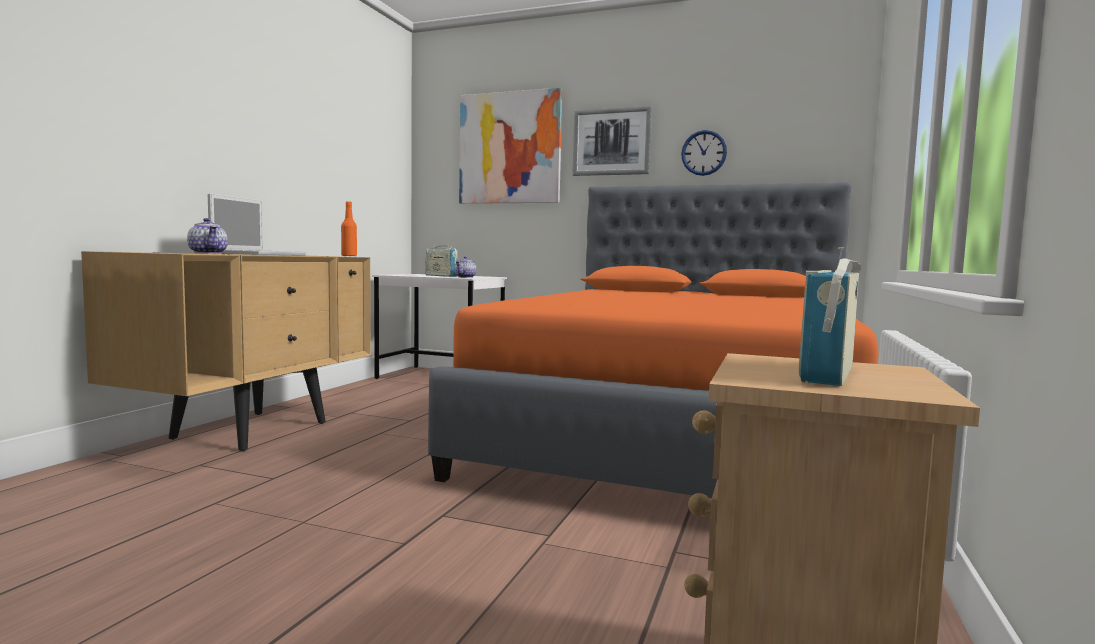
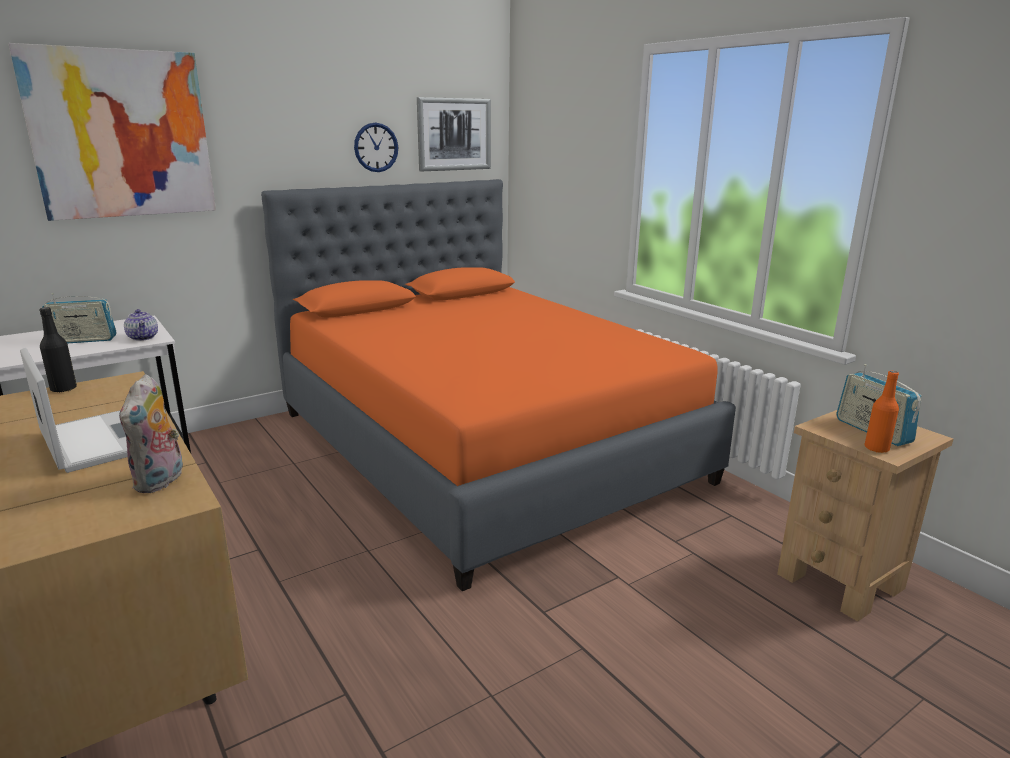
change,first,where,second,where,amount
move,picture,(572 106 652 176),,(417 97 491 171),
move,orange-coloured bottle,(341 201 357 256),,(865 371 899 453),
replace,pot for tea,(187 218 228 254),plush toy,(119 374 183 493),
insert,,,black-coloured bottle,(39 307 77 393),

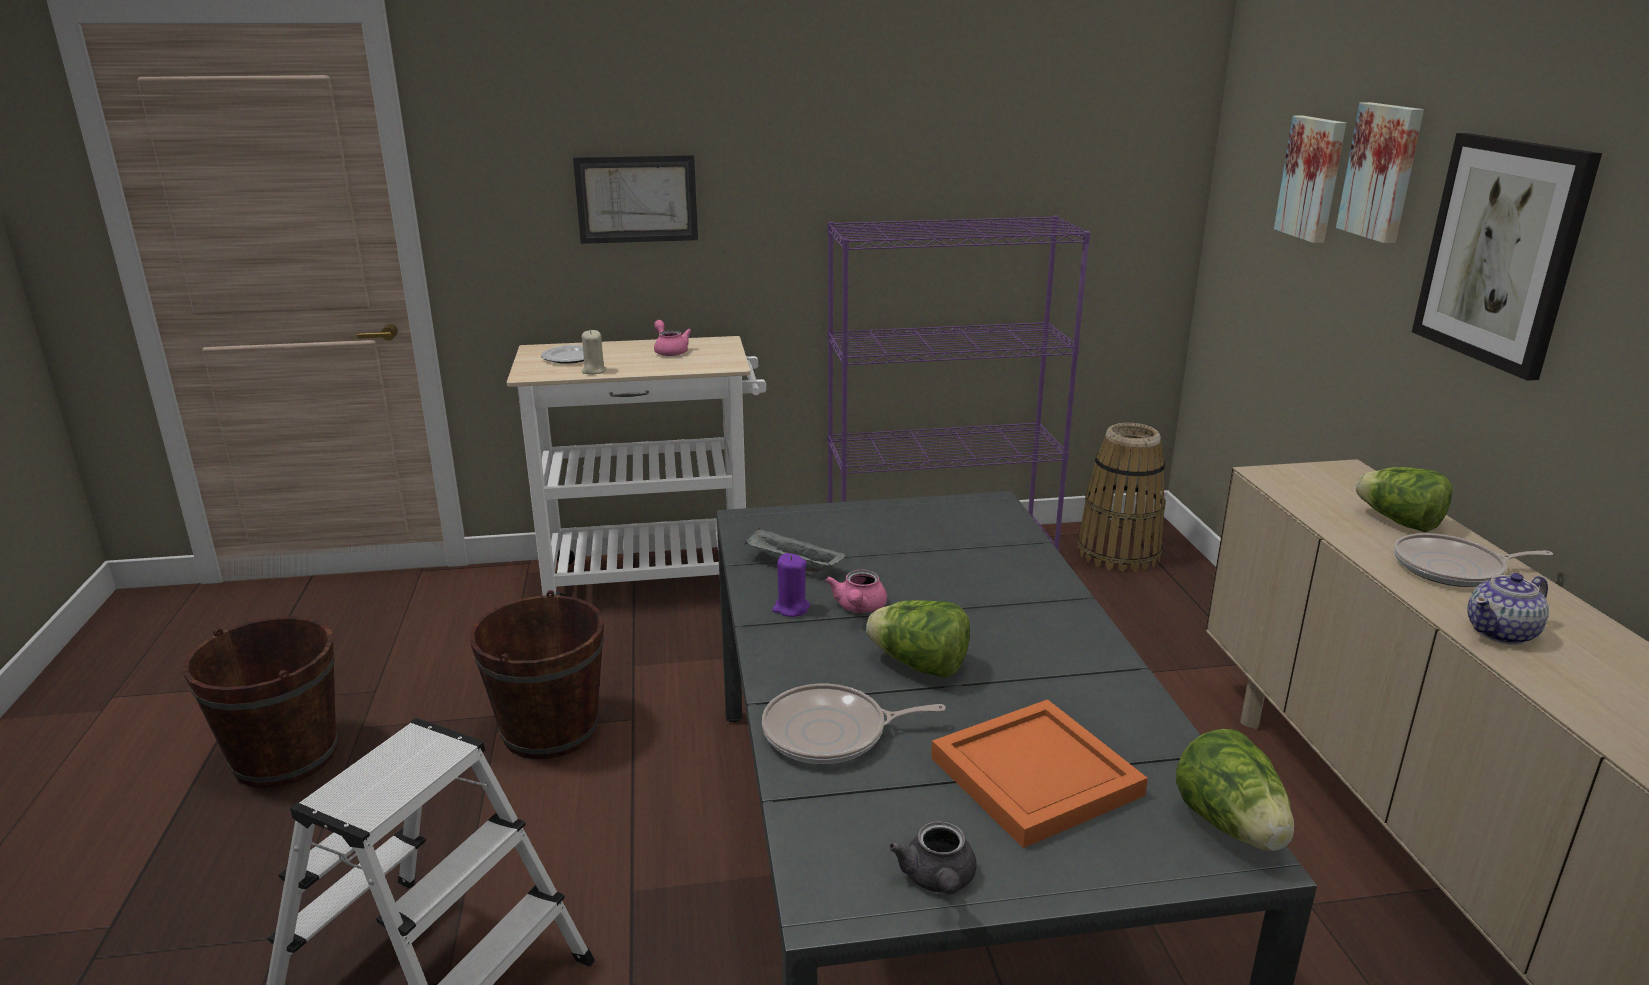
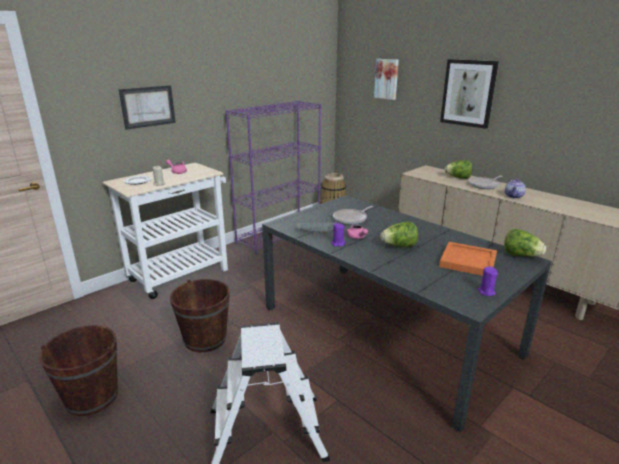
change,first,where,second,where,amount
delete,picture,(1336 102 1424 243),,,
move,pan,(762 684 946 764),,(333 206 373 225),
replace,greyish pot for tea,(889 821 976 895),purple candle,(477 266 498 296),

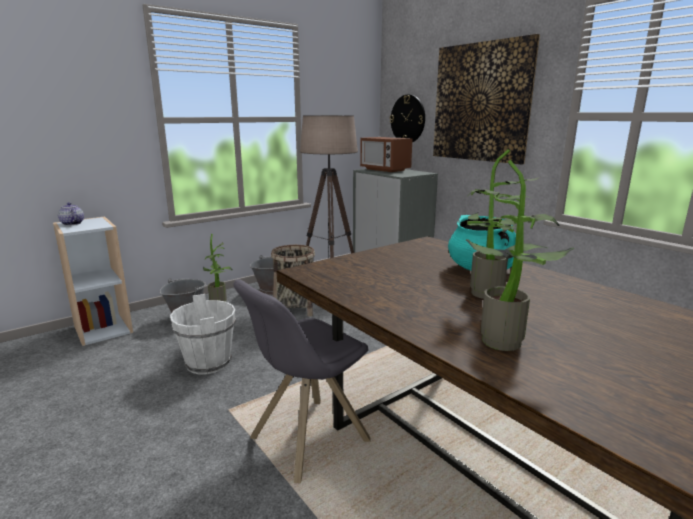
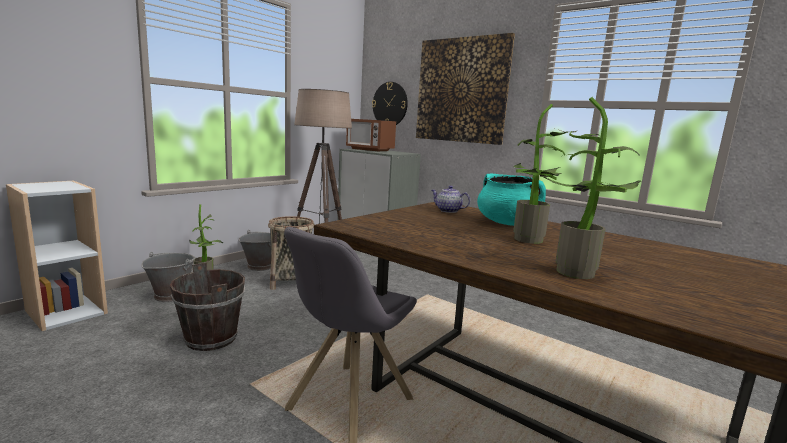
change,first,where,second,where,amount
move,pot for tea,(58 202 84 226),,(431 186 470 213),
recolor,white bucket,(170 294 236 374),brownish bucket,(170 263 245 351),

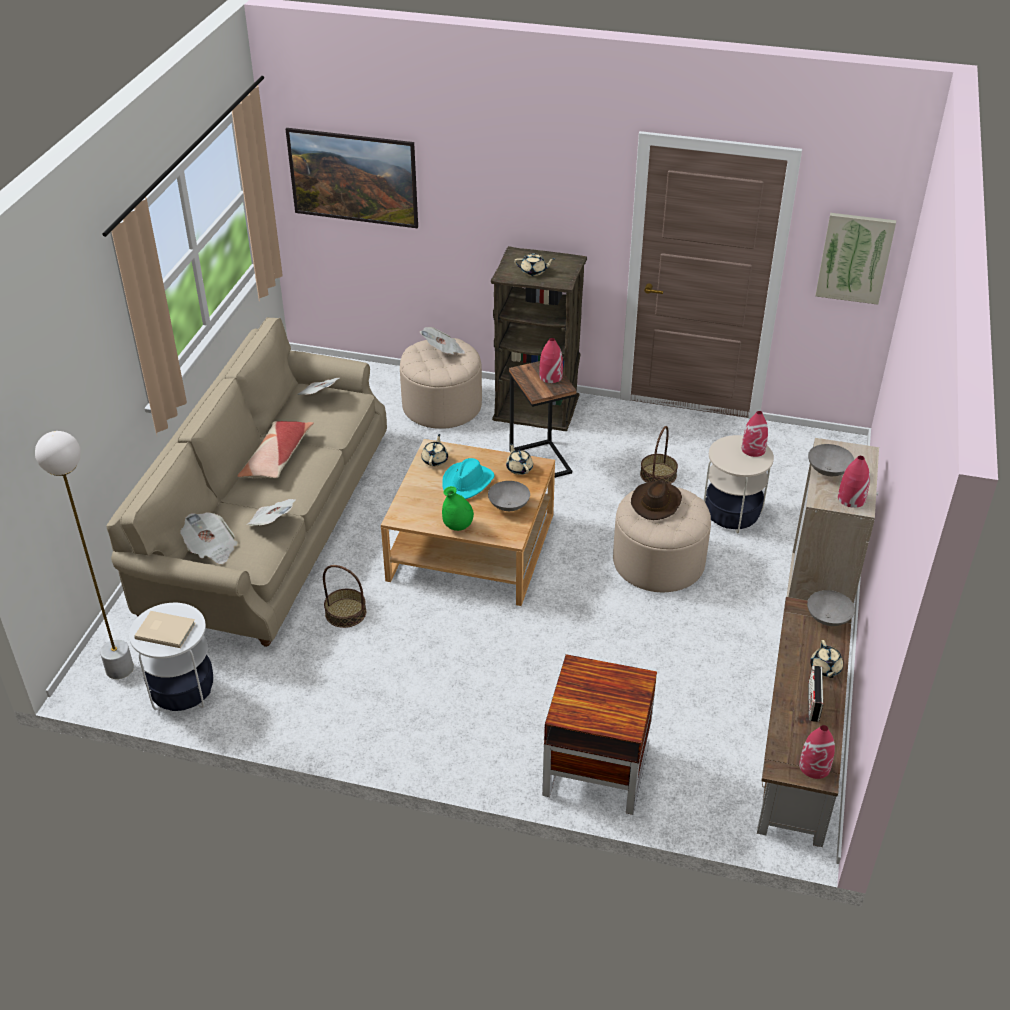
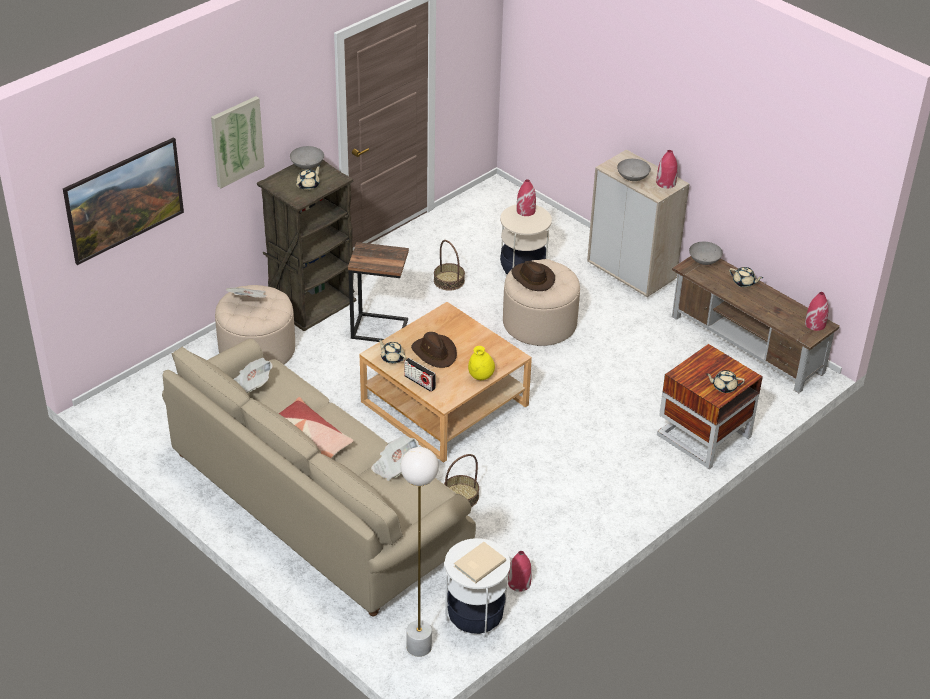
change,first,where,second,where,amount
move,picture,(815 213 896 305),,(211 96 264 188),
move,reddish decorative vase,(539 338 563 383),,(508 551 532 592),
move,sand-coloured pot for tea,(506 443 533 475),,(706 370 745 393),
recolor,blue-green wearable hat,(442 458 494 499),brownish wearable hat,(411 332 457 368),
move,greyish deep dish,(488 481 530 511),,(290 146 324 169),
recolor,green-coloured decorative vase,(442 486 474 531),yellow decorative vase,(468 346 495 380),
delete,newspaper,(180 512 238 564),,,
move,radio receiver,(808 666 823 722),,(404 358 436 392),

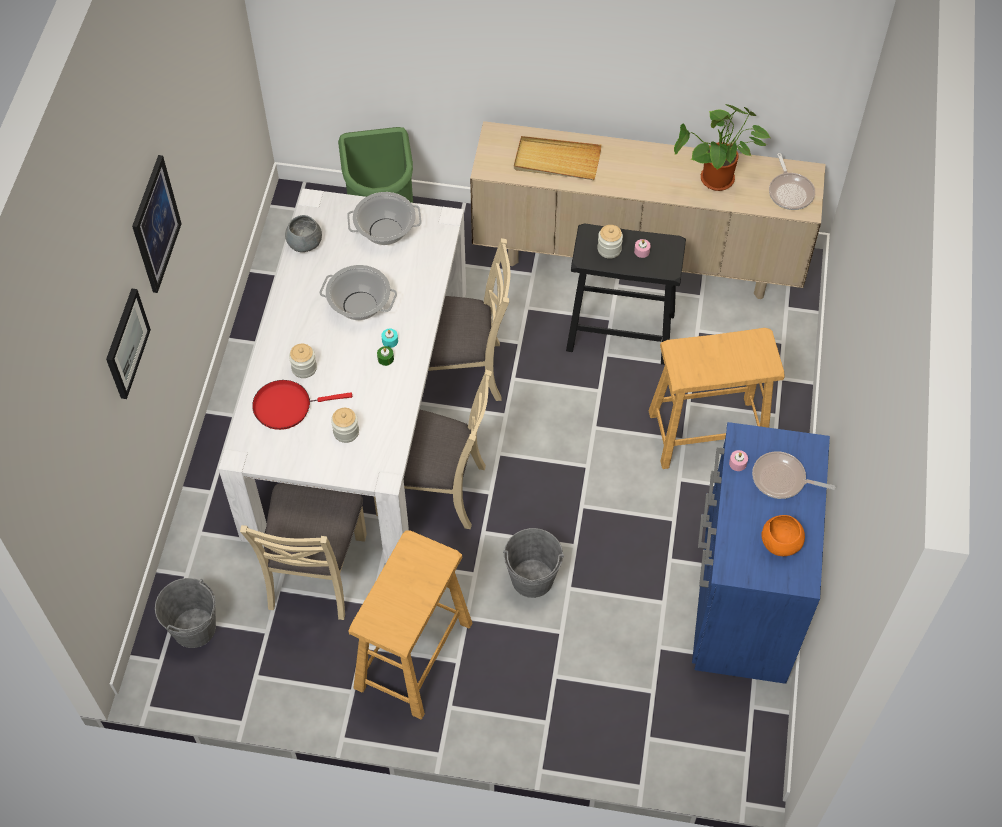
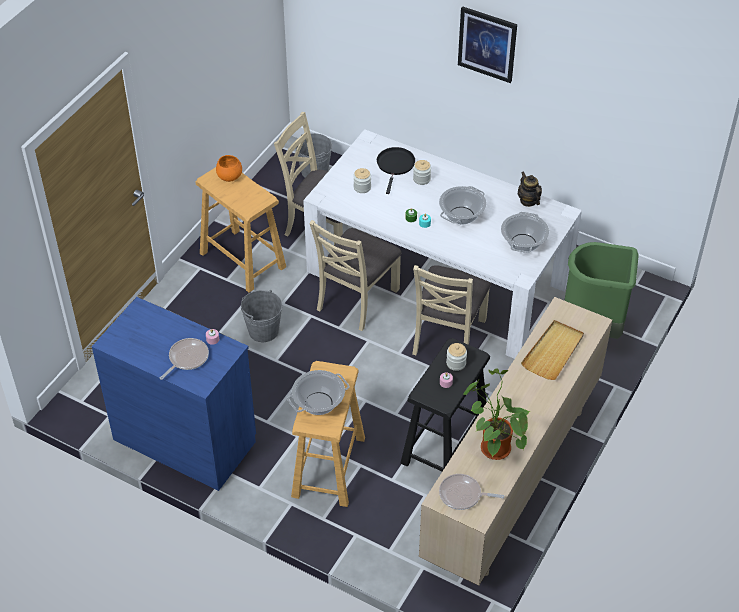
change,first,where,second,where,amount
replace,greyish deep dish,(285 215 322 252),pot for tea,(518 171 542 207),
delete,picture,(106 288 151 399),,,
recolor,reddish pan,(252 380 352 430),black-coloured pan,(377 147 415 194),
move,orange-coloured deep dish,(761 515 805 556),,(216 155 242 182),
insert,,,stockpot,(287 370 349 415),

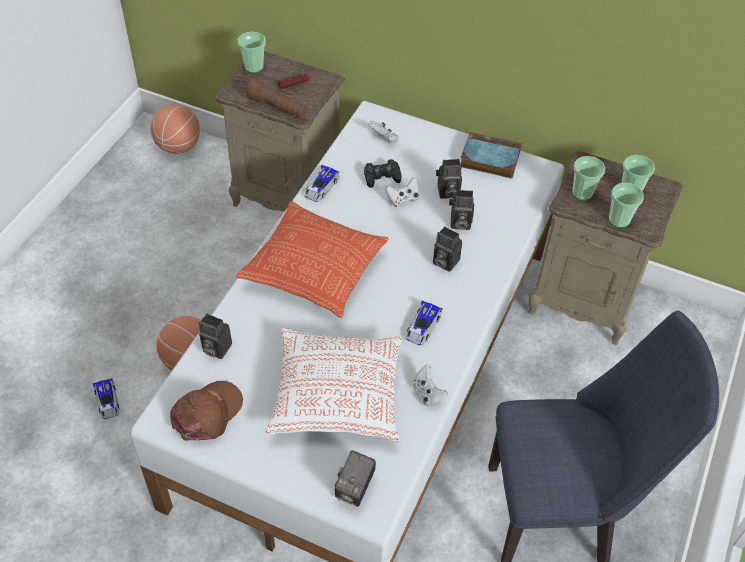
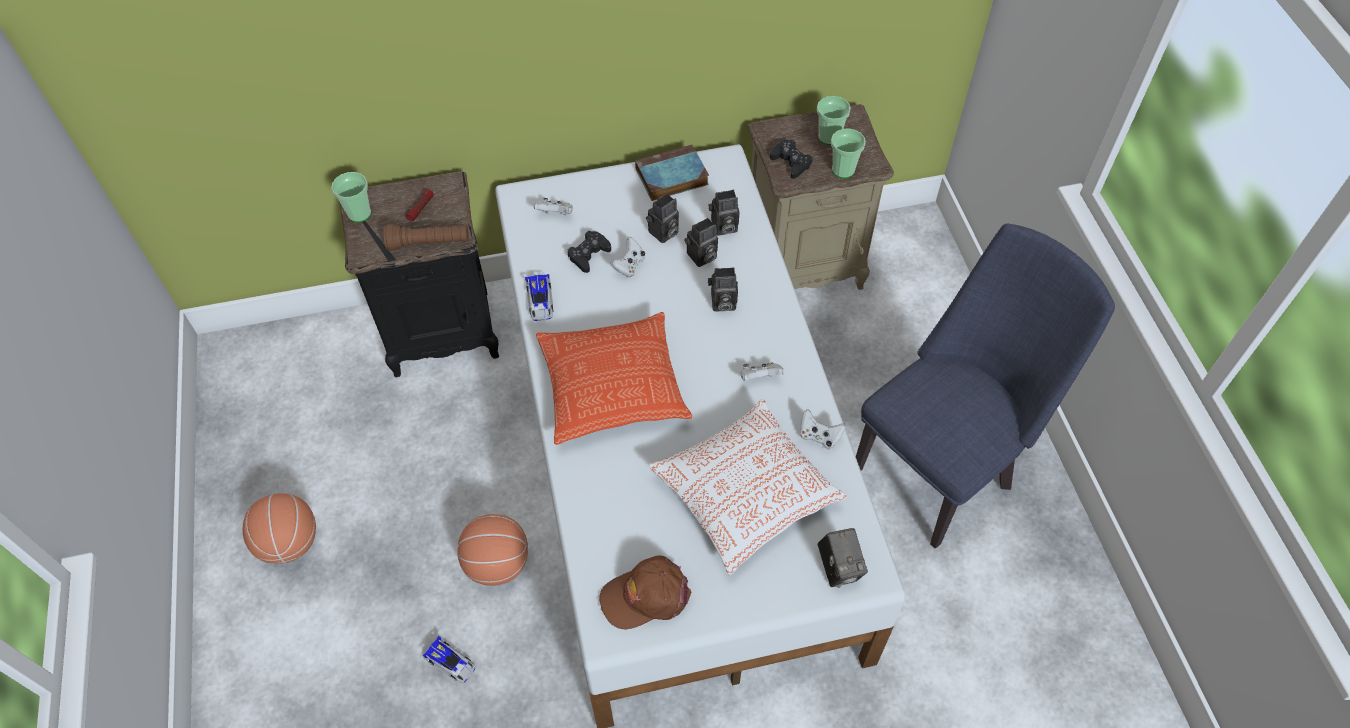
change,first,where,second,where,amount
recolor,sand-coloured nightstand,(215 51 345 212),black-coloured nightstand,(340 171 499 377),
move,basketball,(151 105 200 154),,(242 493 316 564),
replace,cup,(572 156 605 201),black-coloured game controller,(770 140 813 179),
replace,miniature car,(405 300 443 346),white game controller,(741 362 784 381),
move,photo camera,(199 314 232 359),,(708 190 739 236),
rotate,brownish cap,(170 381 243 441),,(599 556 692 629),105 degrees counterclockwise

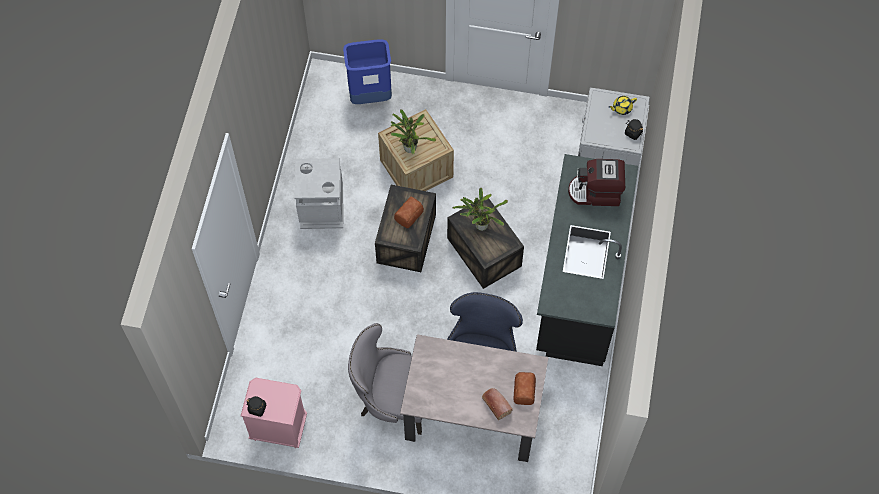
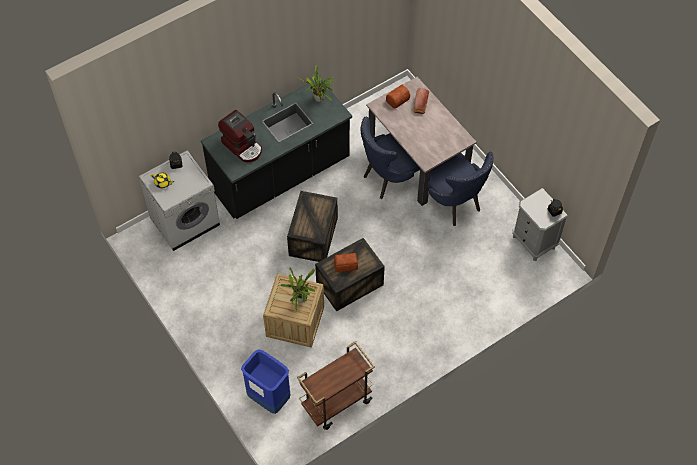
change,first,where,second,where,amount
delete,greyish trash can,(294 158 344 229),,,
move,potted plant,(453 188 508 231),,(297 65 334 102),
recolor,greyish chair,(348 323 422 435),blue-coloured chair,(427 152 493 226),
recolor,pink-coloured nightstand,(241 378 307 448),greyish nightstand,(512 188 568 261),
insert,,,brownish cart,(297 341 375 430),

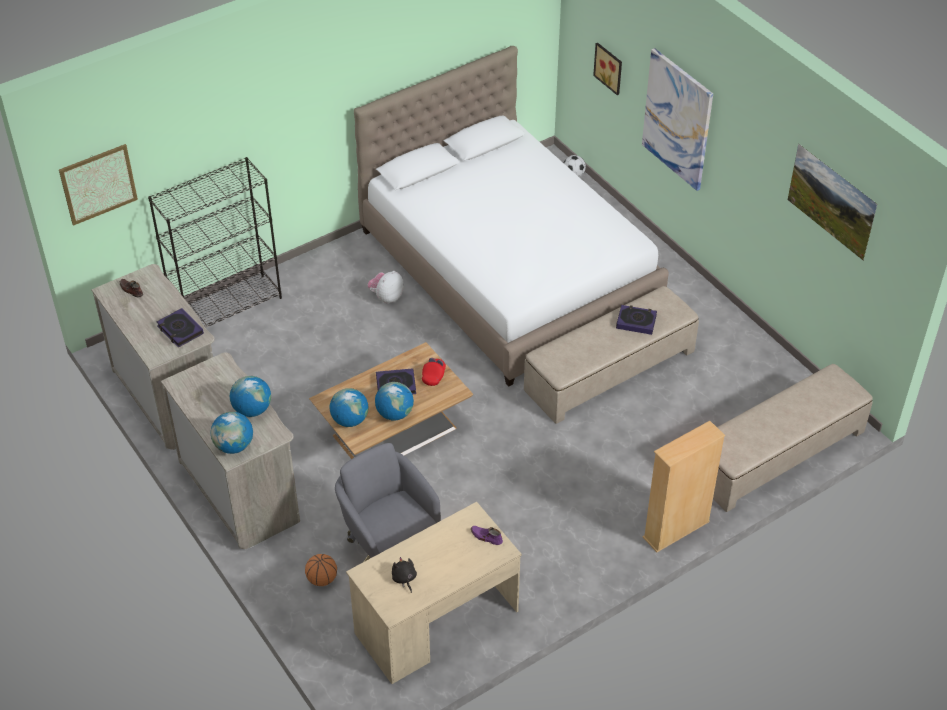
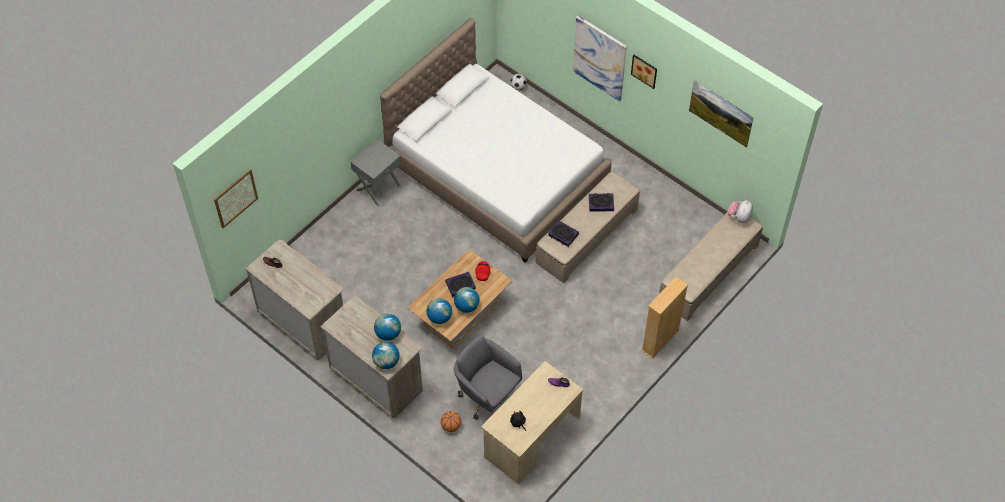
change,first,where,second,where,amount
move,picture,(593 43 622 95),,(631 55 657 89),
delete,black-coloured bookshelf,(148 157 282 328),,,
move,plush toy,(368 271 404 303),,(728 200 753 223),
move,bound book,(157 308 204 348),,(548 220 579 247),
insert,,,greyish nightstand,(350 139 401 207),

